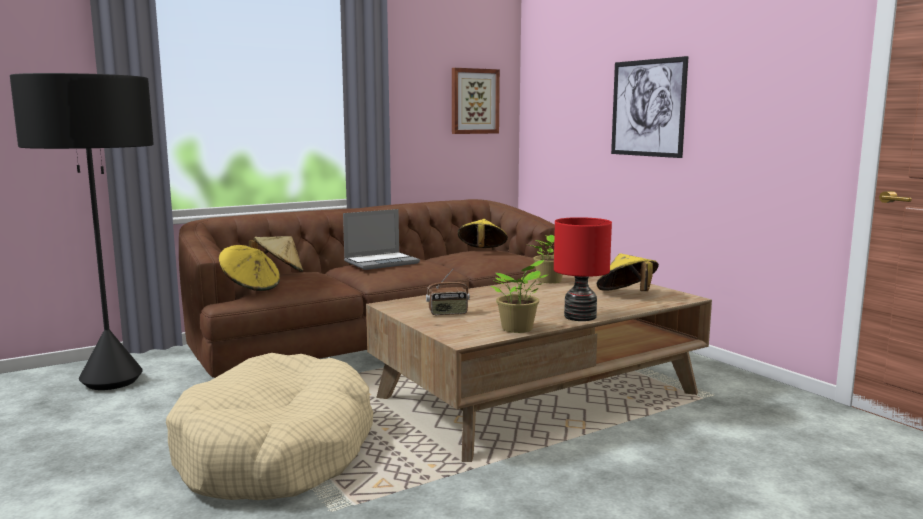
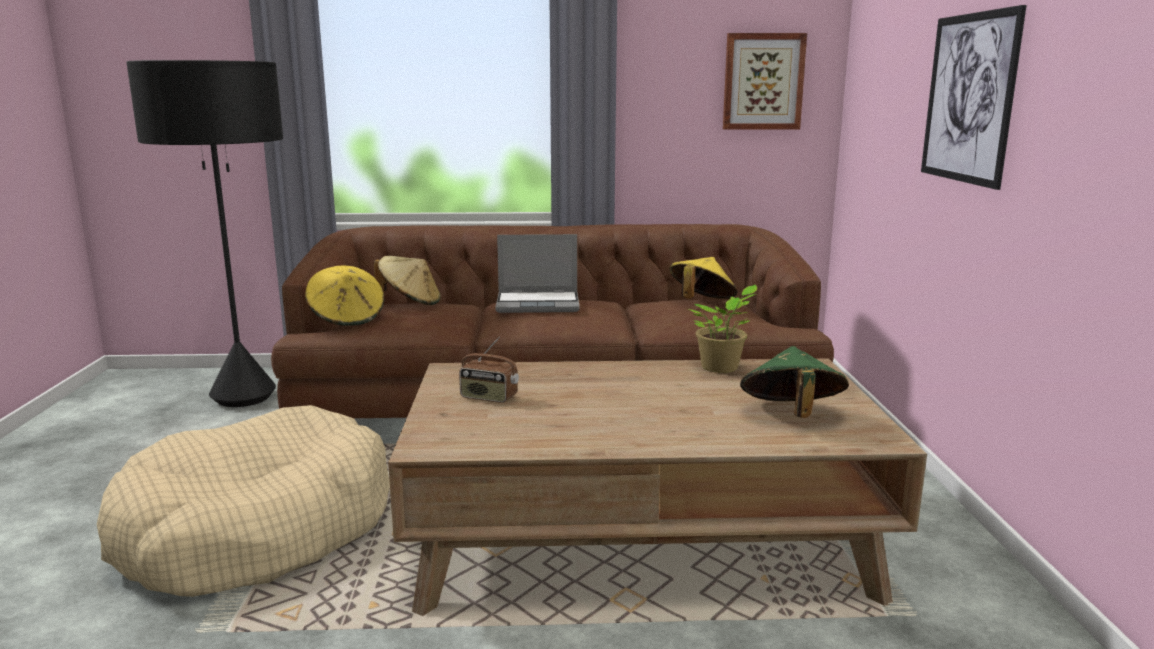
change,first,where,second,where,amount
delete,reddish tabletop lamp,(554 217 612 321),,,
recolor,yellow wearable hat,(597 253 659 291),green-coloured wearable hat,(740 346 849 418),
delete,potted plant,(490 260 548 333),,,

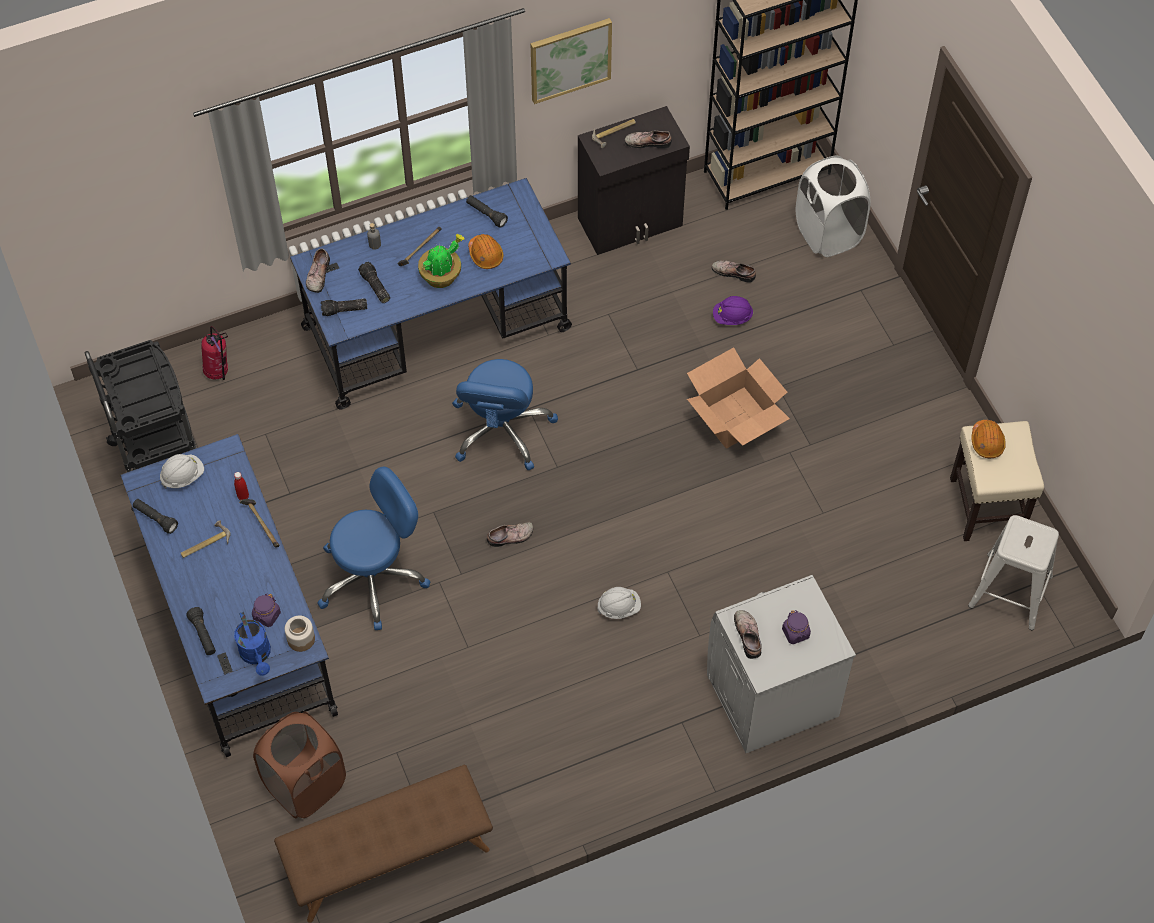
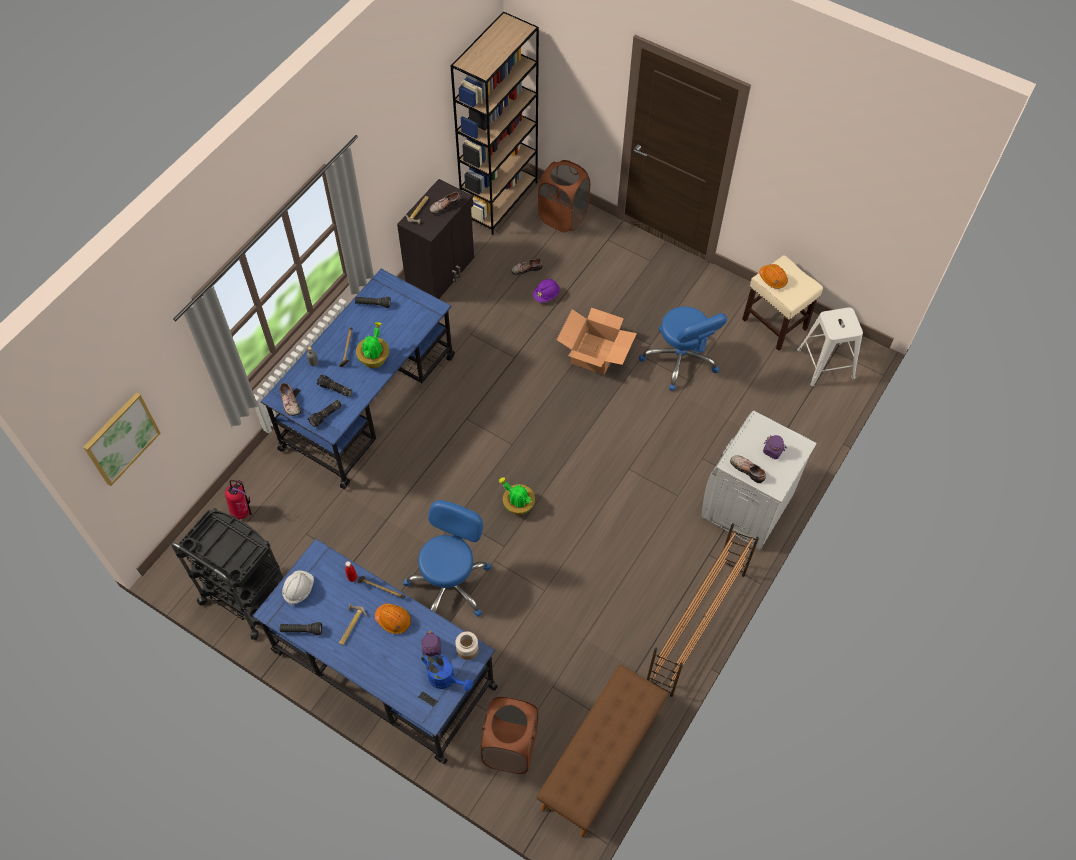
change,first,where,second,where,amount
move,picture,(531 18 612 104),,(83 392 161 486),
recolor,white hamper,(796 156 871 257),brownish hamper,(538 160 590 233),
move,orange-coloured work helmet,(468 234 504 269),,(375 603 411 634),
move,blue-coloured desk chair,(452 359 558 470),,(639 306 727 391),
replace,low shoe,(487 522 533 547),potted plant,(498 477 535 515),
delete,white work helmet,(597 587 641 619),,,
delete,black-coloured torch,(187 607 216 655),,,
insert,,,brownish shoe rack,(647 523 759 697),

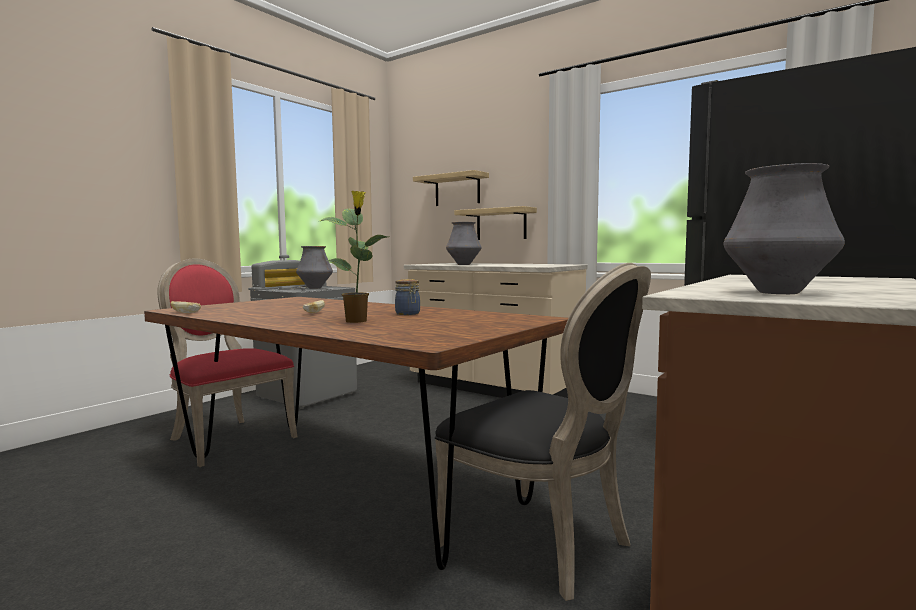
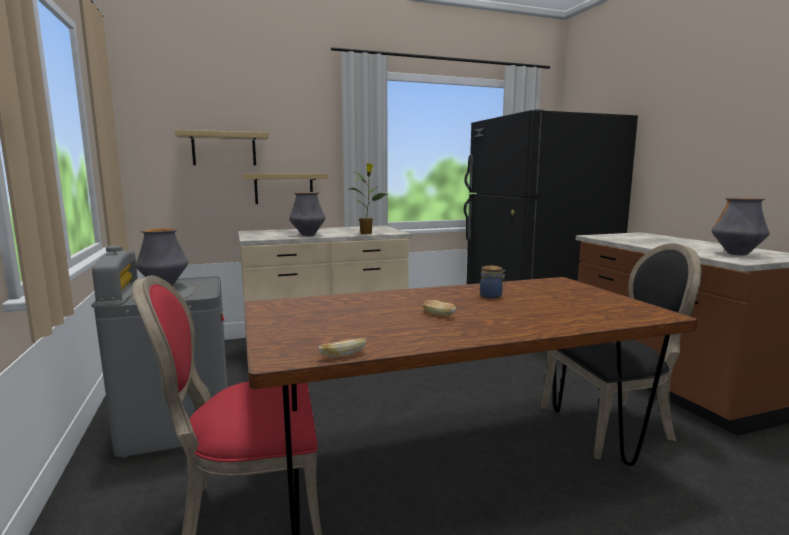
change,first,where,second,where,amount
move,potted plant,(320 191 388 323),,(349 163 388 234),

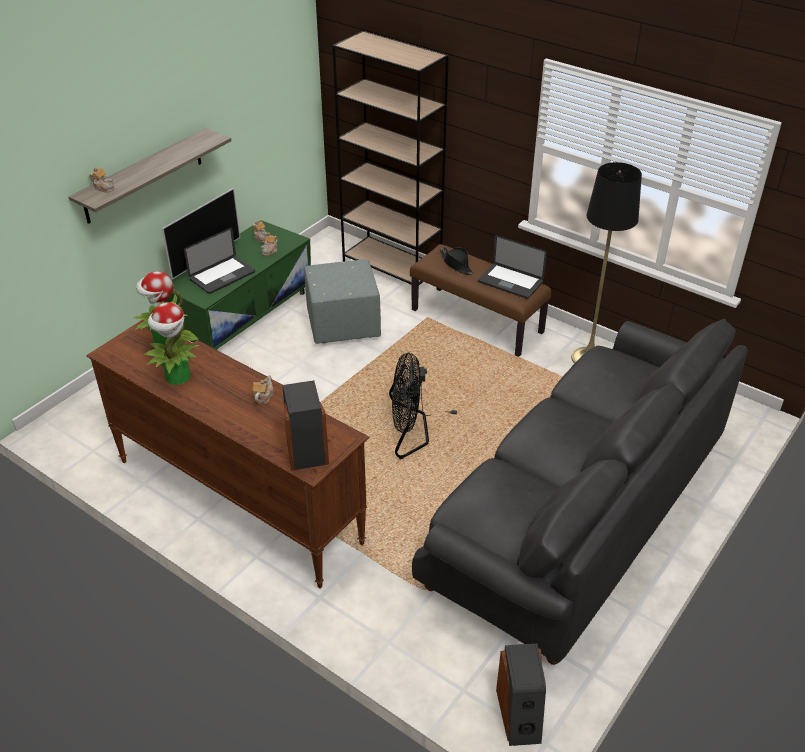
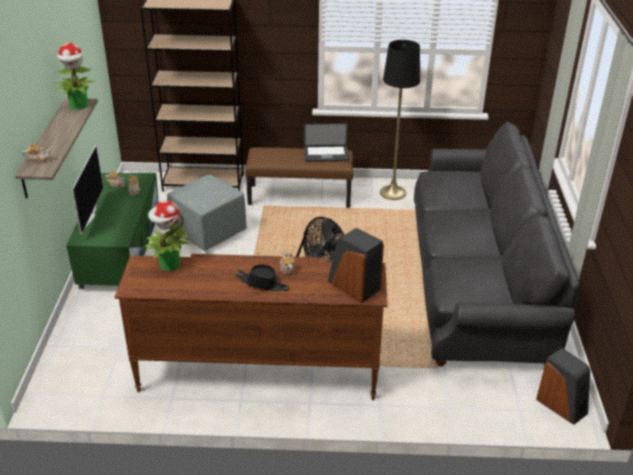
change,first,where,second,where,amount
delete,laptop,(184 228 255 294),,,
move,black-coloured wearable hat,(440 247 474 275),,(236 264 290 291),
move,potted plant,(144 302 200 385),,(55 43 95 110),

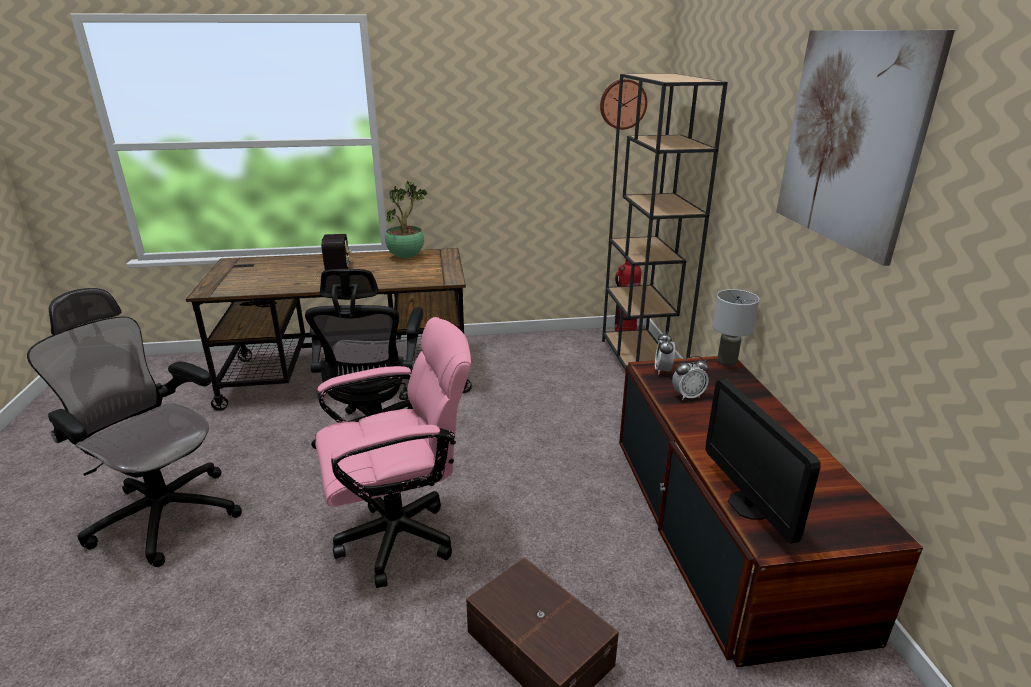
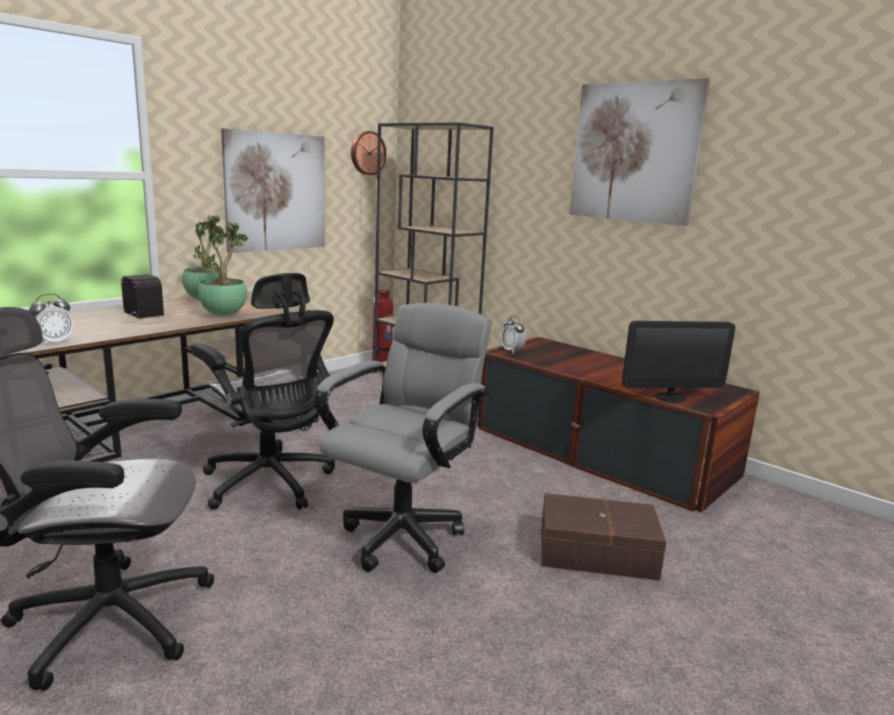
change,first,where,second,where,amount
delete,white tabletop lamp,(712 289 759 367),,,
recolor,pink-coloured desk chair,(315 317 471 588),greyish desk chair,(314 303 491 573),
move,alarm clock,(672 356 709 401),,(29 294 74 346),
rotate,computer screen,(706 379 821 544),,(622 321 735 402),45 degrees counterclockwise
insert,,,picture,(221 128 325 253),
insert,,,potted plant,(198 222 248 316),

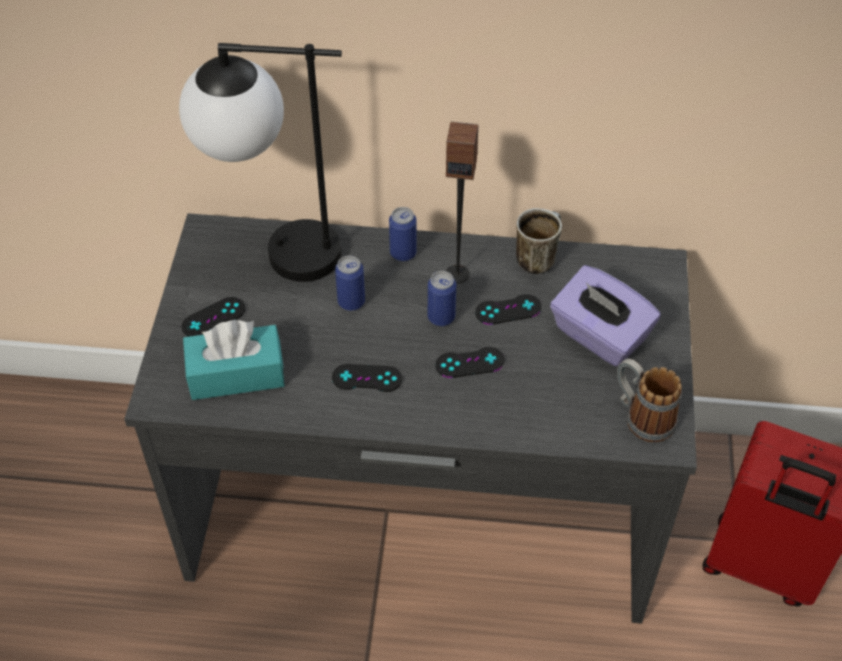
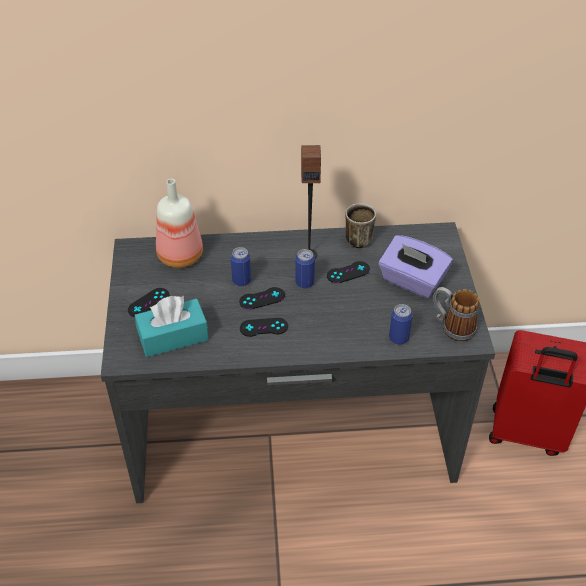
change,first,where,second,where,amount
replace,tabletop lamp,(179 43 342 282),bottle,(156 179 203 268),
move,can,(389 207 417 262),,(389 304 413 345),
move,black-coloured game controller,(436 347 505 378),,(239 287 285 310),

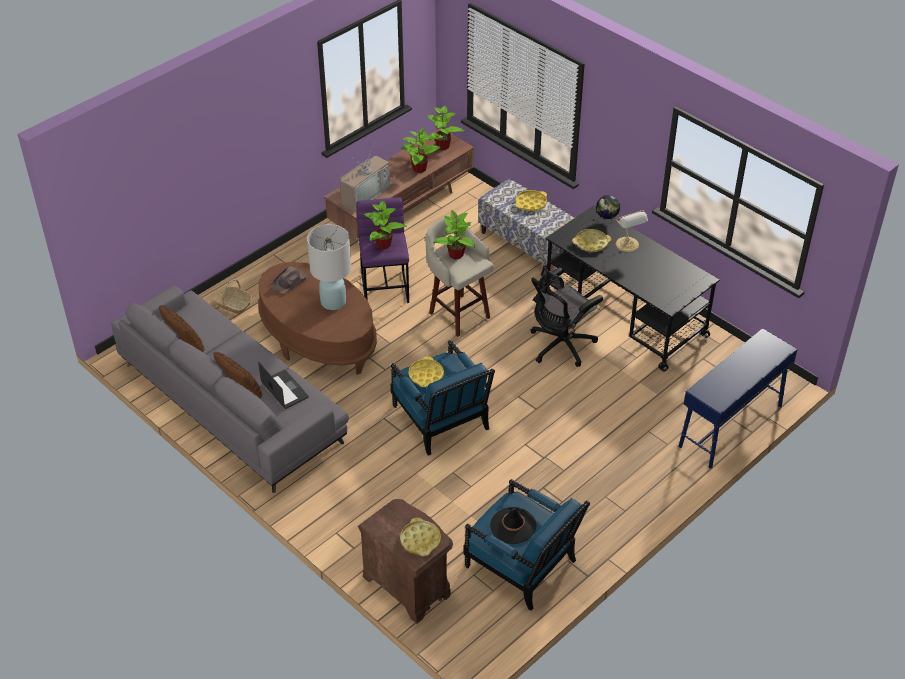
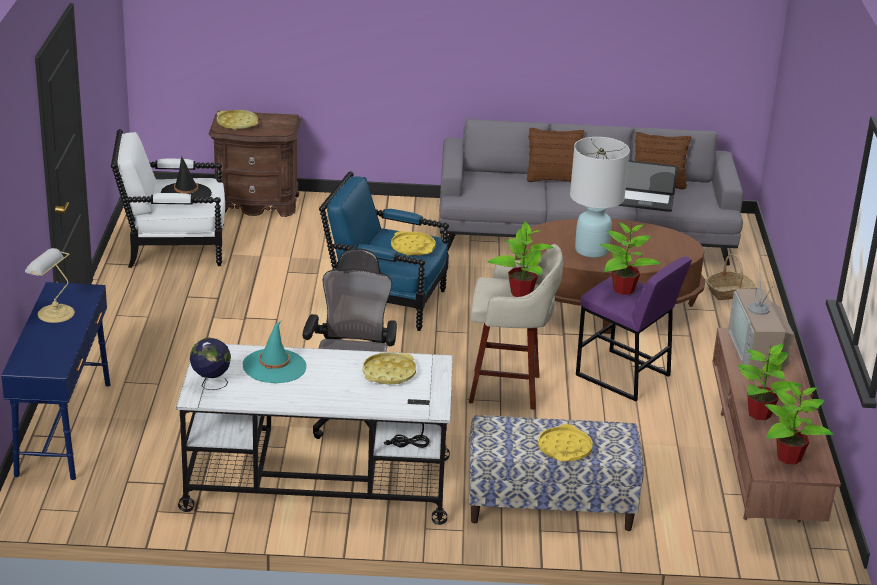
change,first,where,second,where,amount
move,desk globe,(596 195 620 224),,(190 337 231 390),
recolor,black-coloured desk unit,(546 205 719 371),white desk unit,(176 342 453 525),
move,tabletop lamp,(615 210 648 252),,(25 248 75 323),
delete,brownish wearable hat,(271 266 309 293),,,
move,laptop,(258 362 309 409),,(618 160 678 212),
recolor,blue-coloured easy chair,(463 479 590 611),white easy chair,(111 129 225 268),
insert,,,blue-green wearable hat,(243 321 306 383),

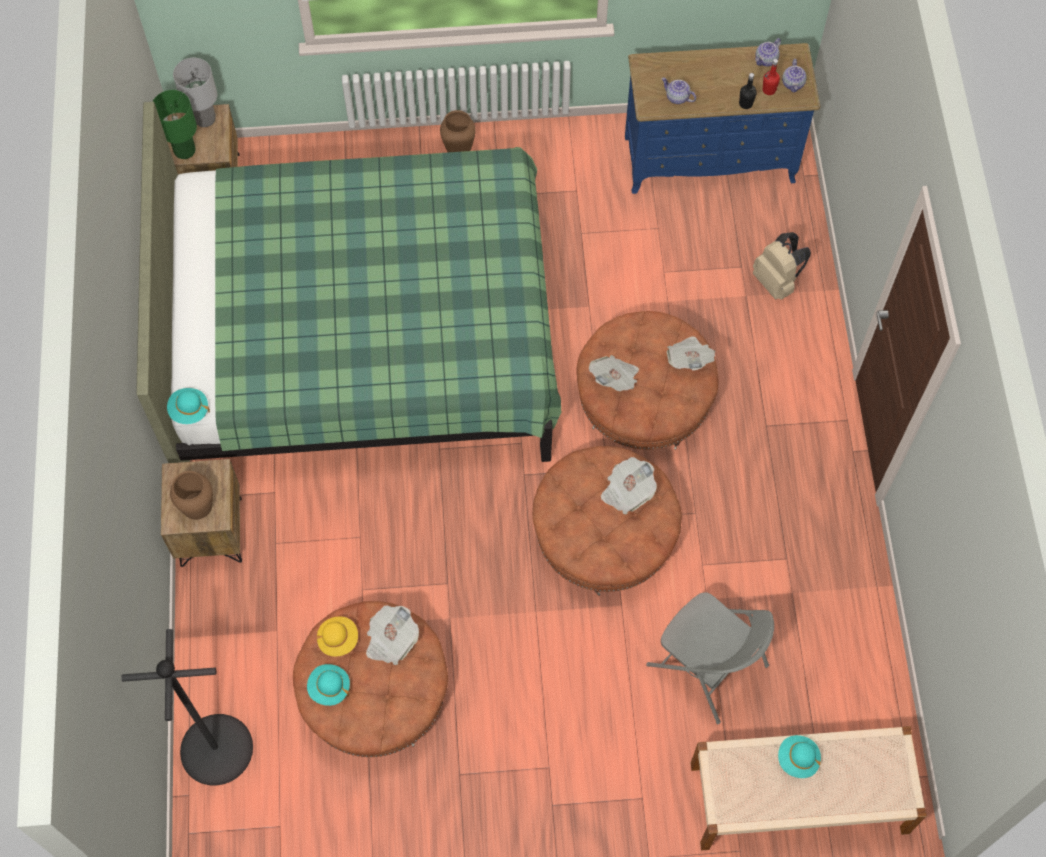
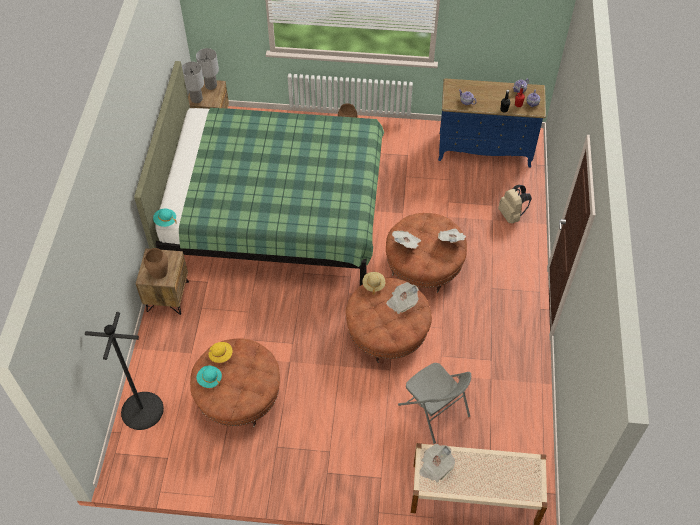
change,first,where,second,where,amount
recolor,green-coloured tabletop lamp,(153 90 197 159),greyish tabletop lamp,(182 62 204 103),
move,newspaper,(366 605 419 665),,(419 444 455 483),
delete,blue-green wearable hat,(778 735 821 778),,,
insert,,,sand-coloured wearable hat,(363 272 385 295),

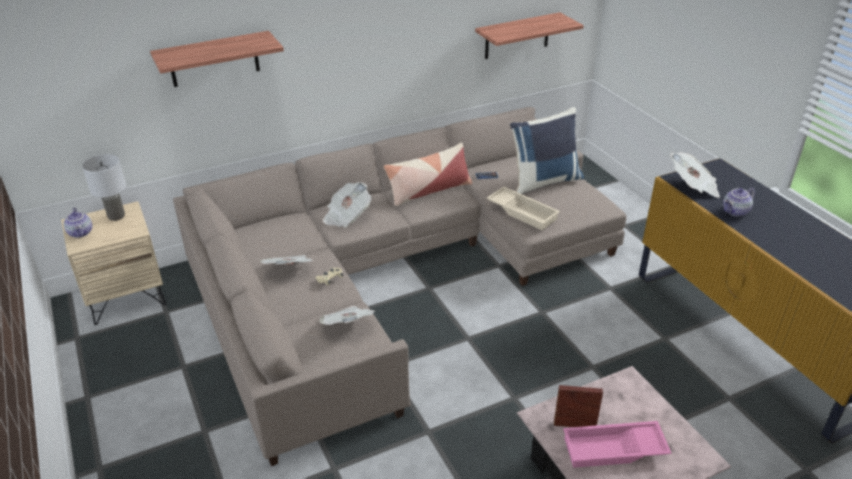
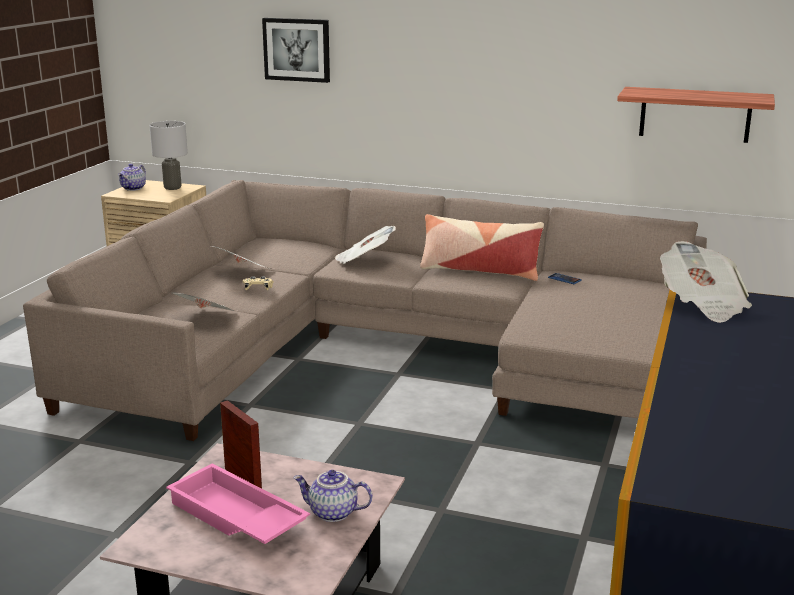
change,first,where,second,where,amount
replace,wall shelf,(150 31 284 87),picture,(262 18 330 83),
delete,blue-coloured throw pillow,(510 107 584 194),,,
delete,sand-coloured tray,(487 187 560 230),,,
move,pot for tea,(723 188 755 217),,(293 470 372 522),

